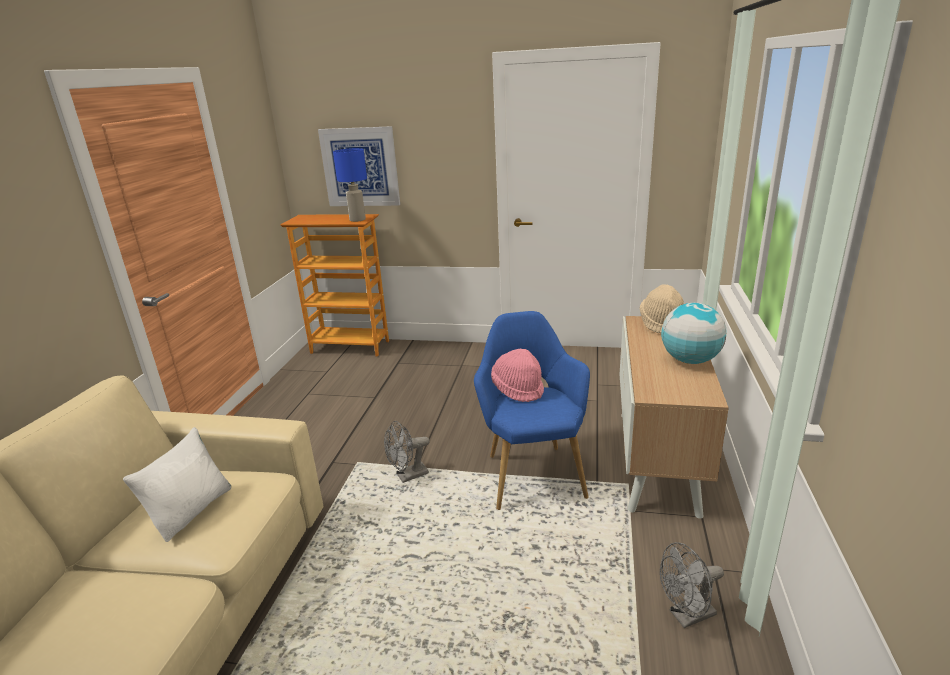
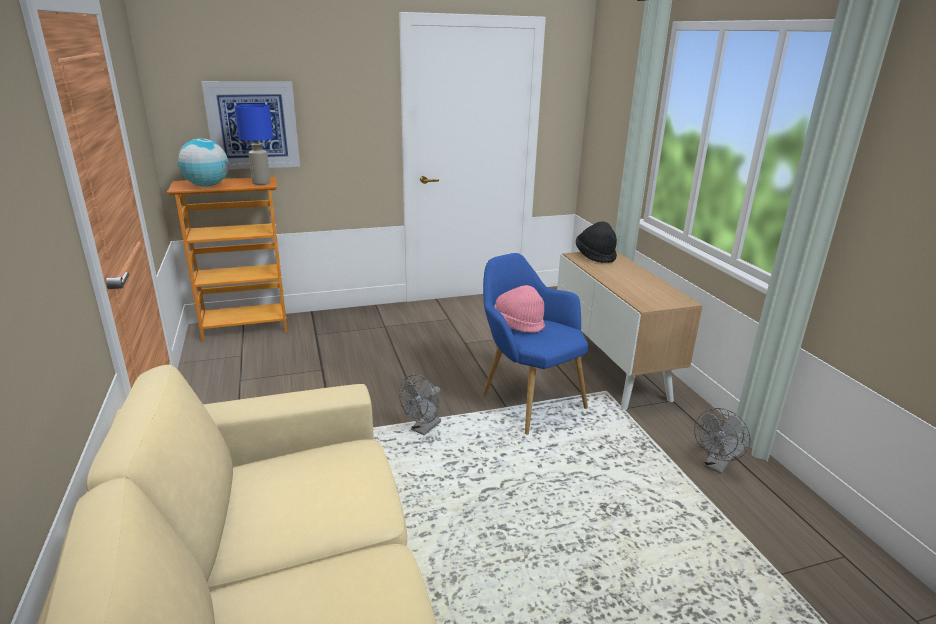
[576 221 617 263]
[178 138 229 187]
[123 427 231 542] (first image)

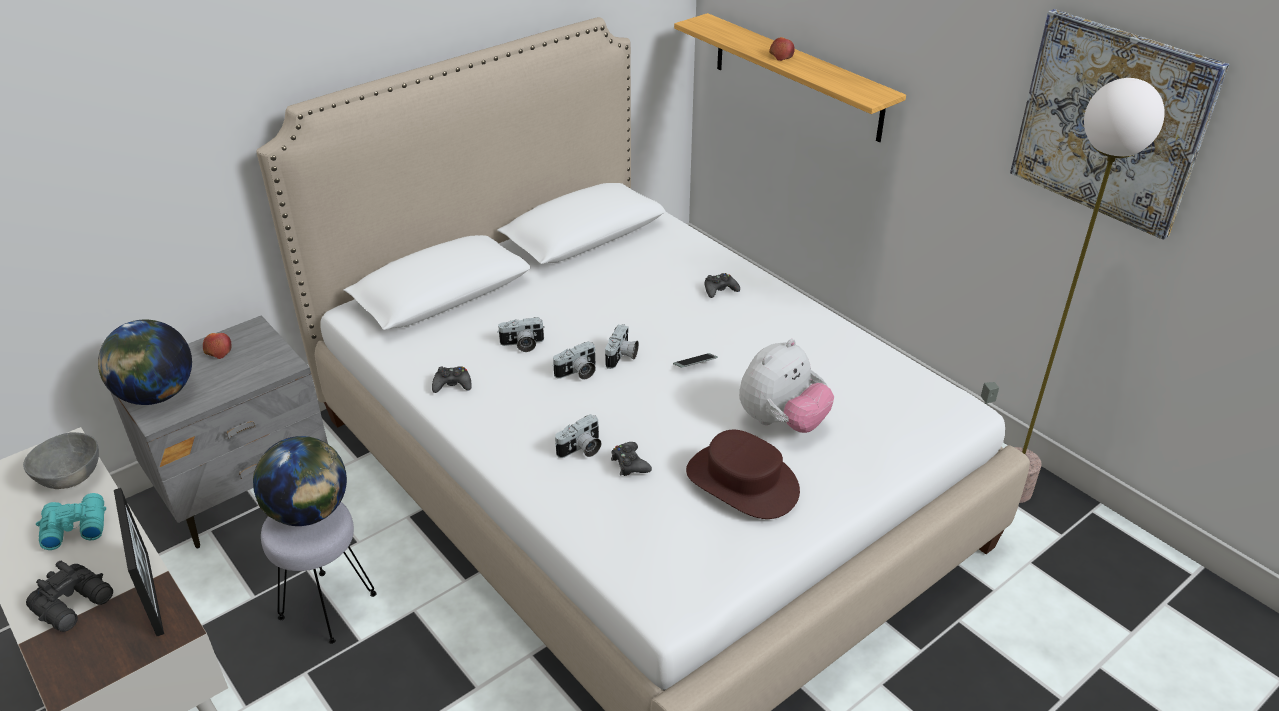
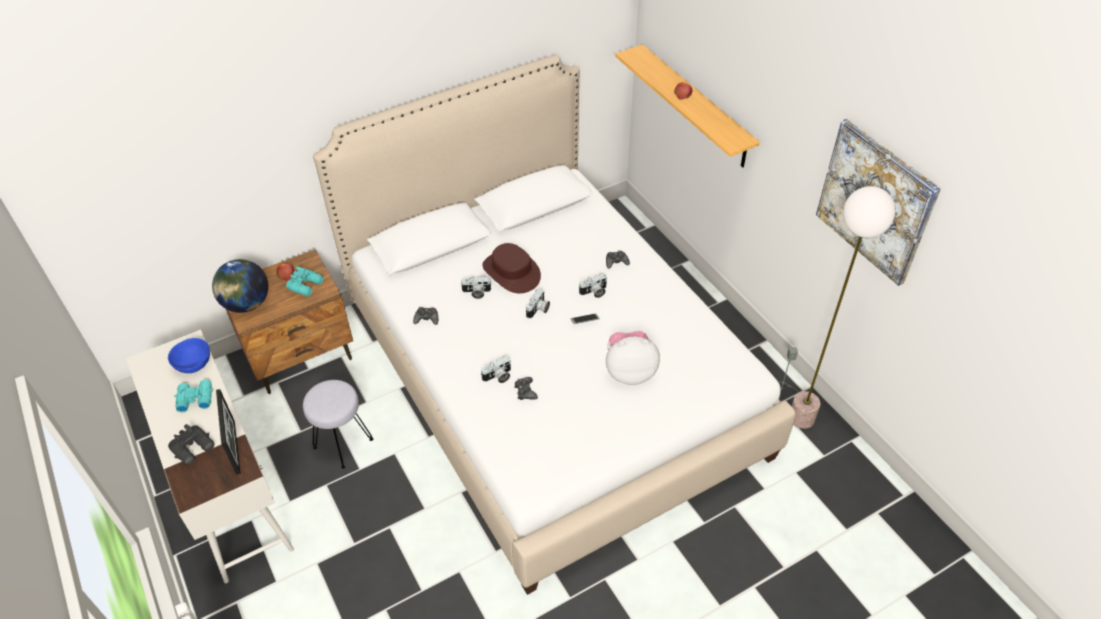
[226 249 353 394]
[606 331 660 385]
[578 273 607 298]
[482 243 541 293]
[168 338 210 373]
[253 436 347 526] (first image)
[286 266 323 297]

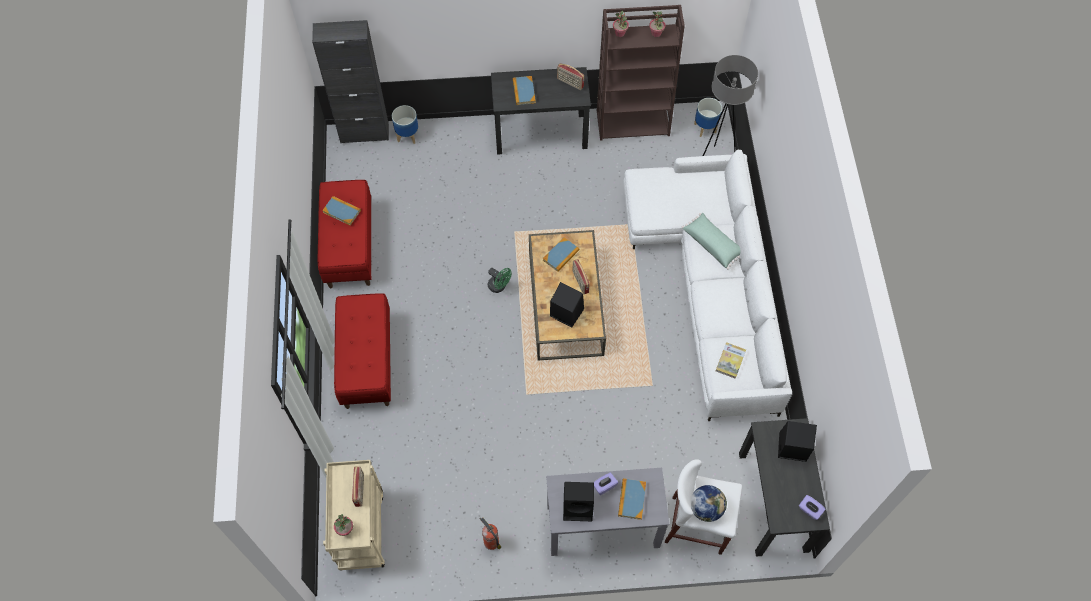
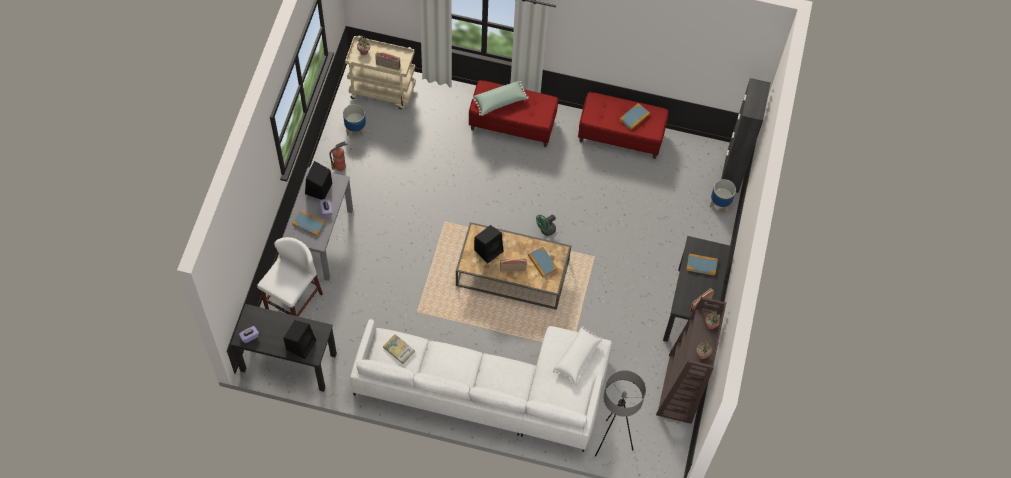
[343 104 366 136]
[472 81 529 116]
[691 485 727 522] (first image)
[553 326 602 384]

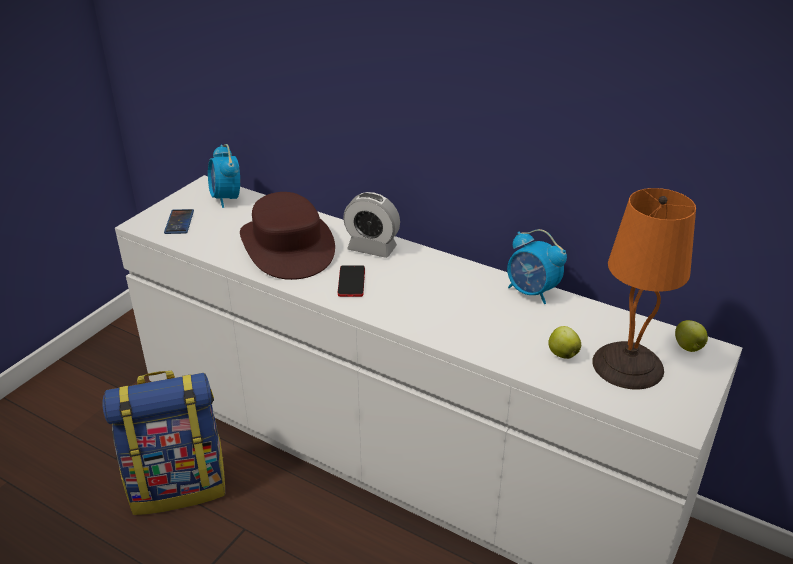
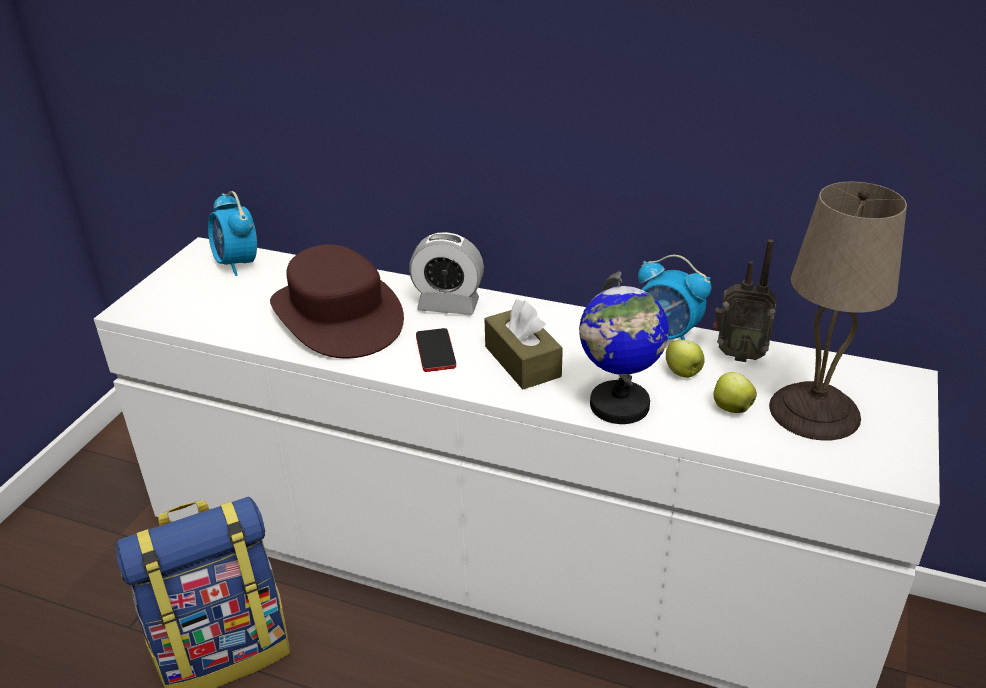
[769 182 907 441]
[164 209 194 234] (first image)
[666 340 705 378]
[713 240 777 362]
[579 272 669 424]
[485 299 563 389]

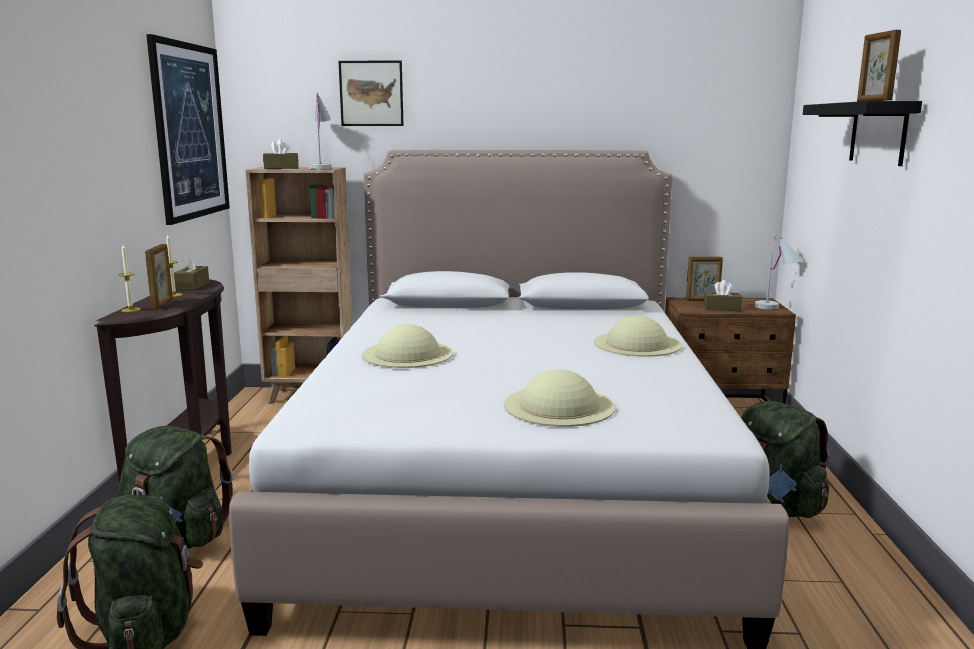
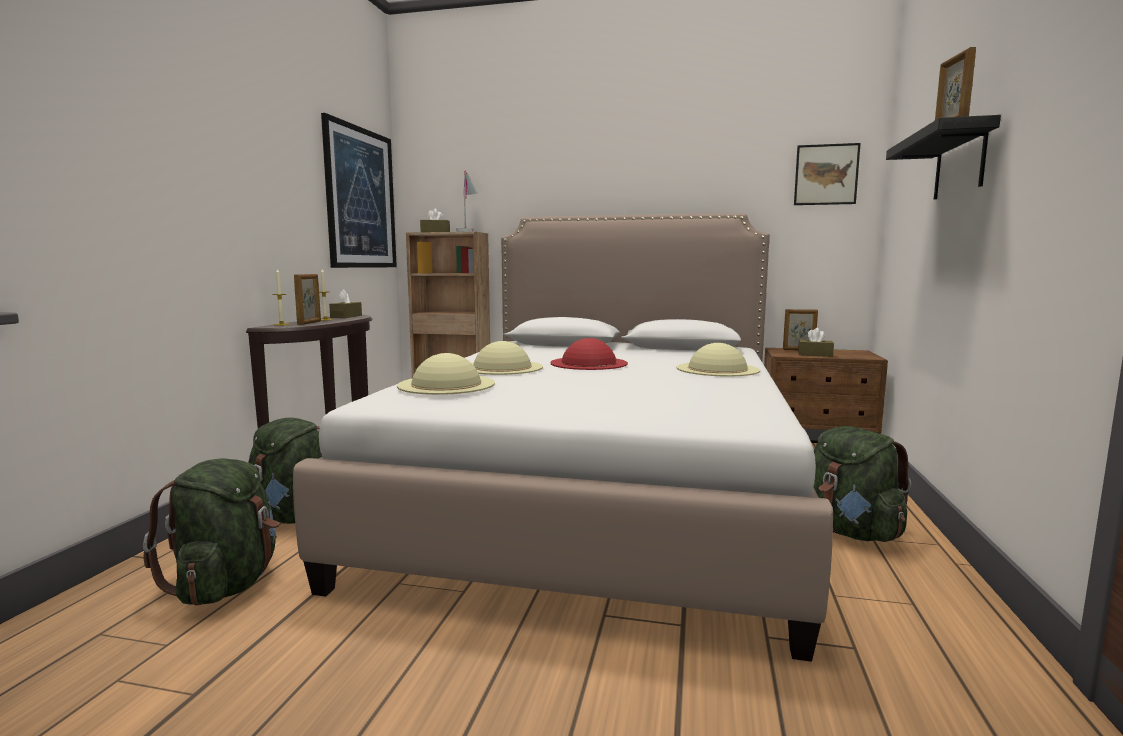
[794 143 861 205]
[755 235 803 310] (first image)
[397 353 495 395]
[550 338 628 370]

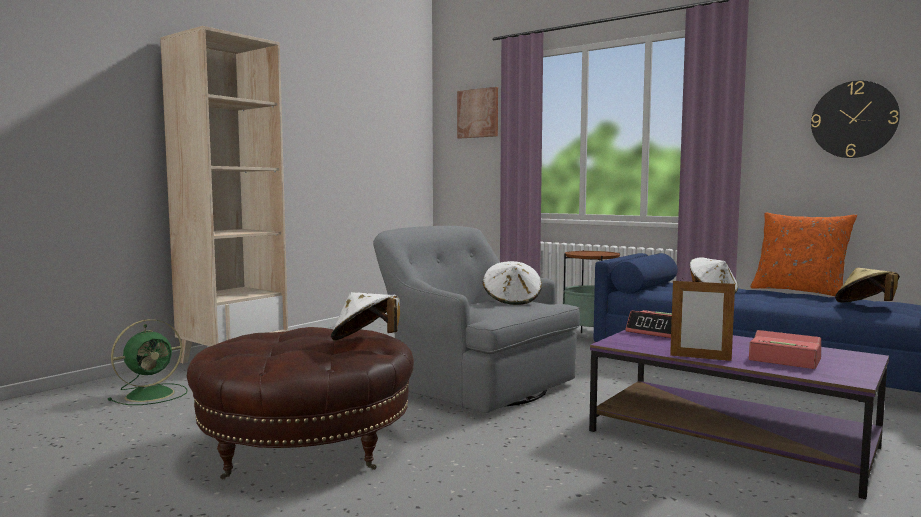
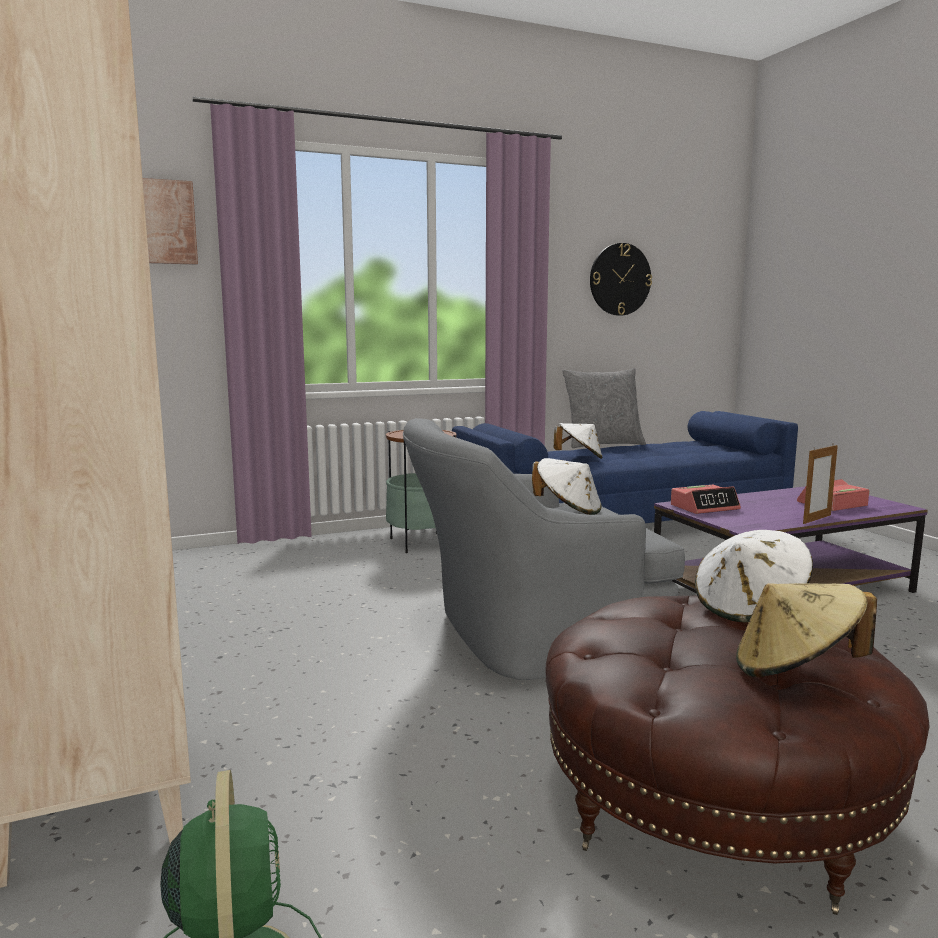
[562 368 646 448]
[736 583 877 677]

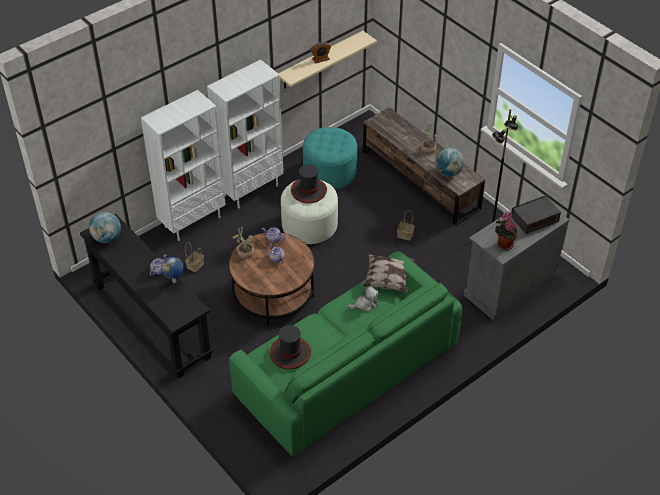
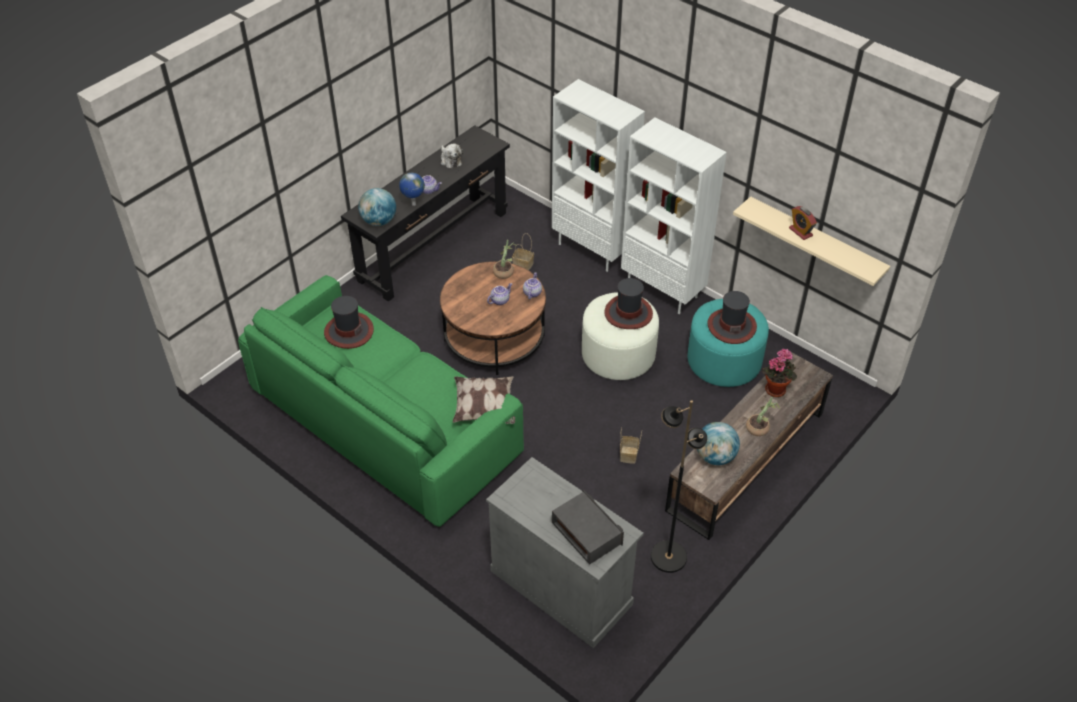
[358 188 396 226]
[762 349 797 397]
[441 144 463 169]
[707 291 757 344]

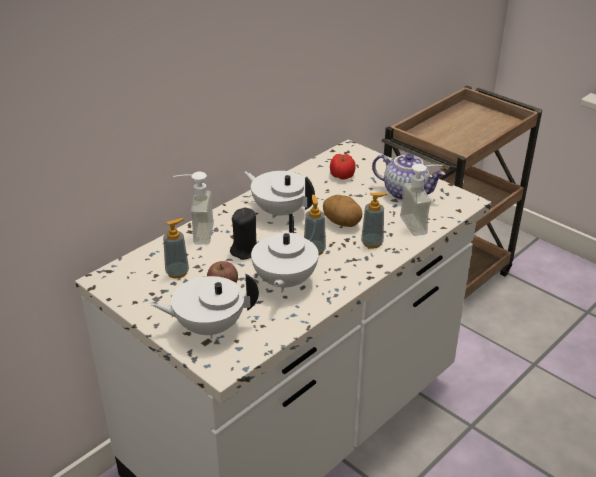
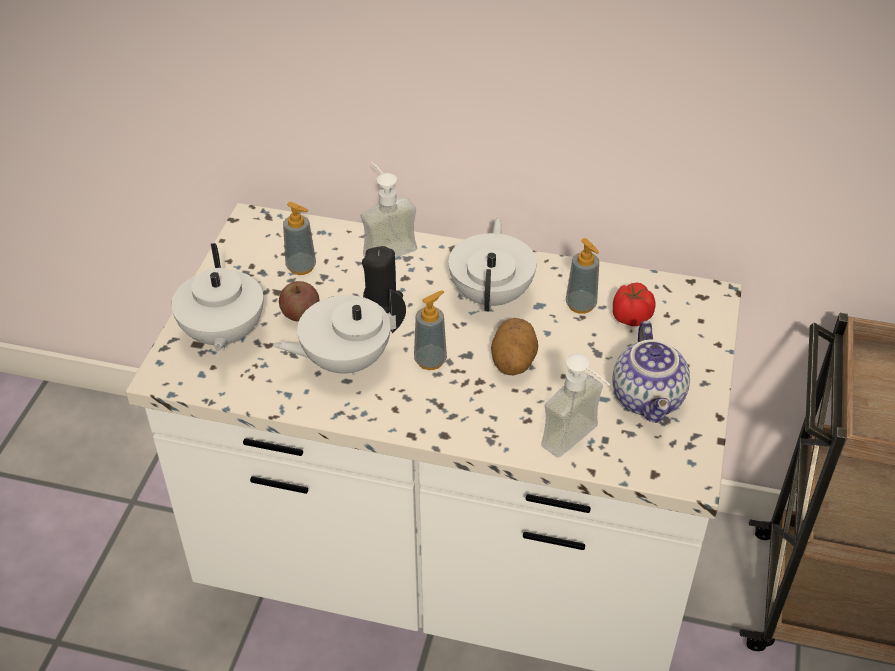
[566 238 599 314]
[171 243 263 351]

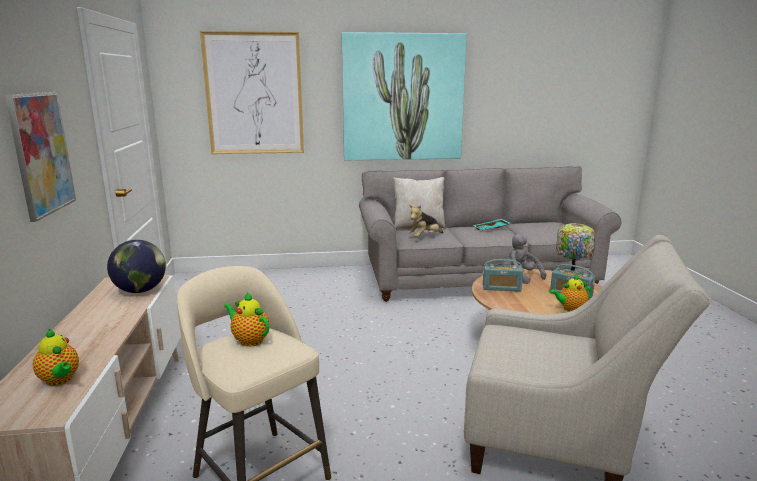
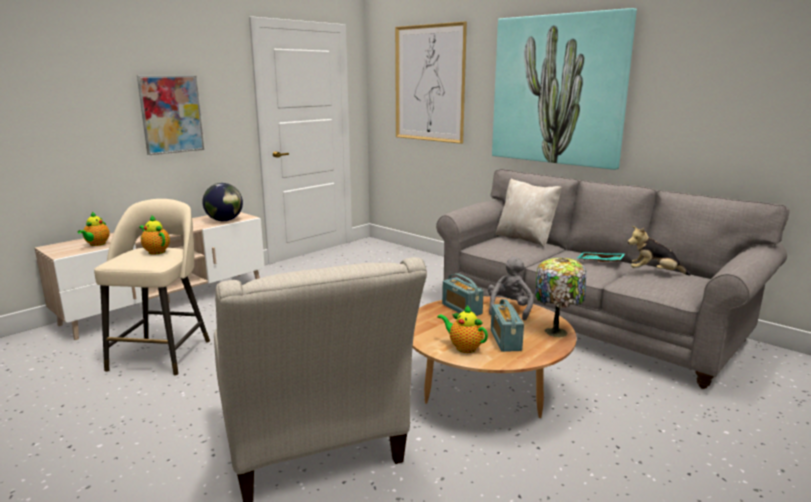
[628 226 691 276]
[139 215 170 255]

